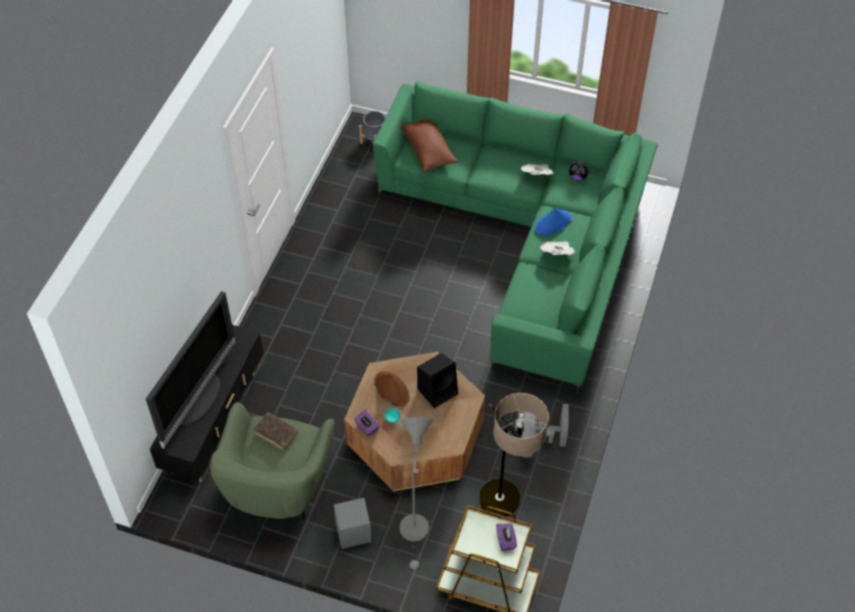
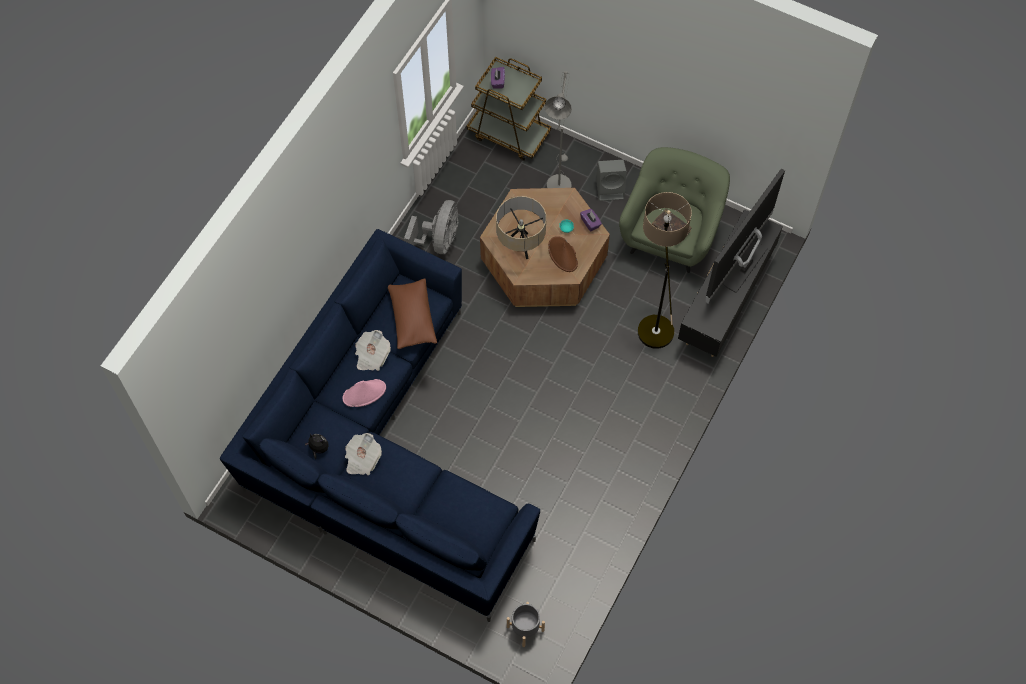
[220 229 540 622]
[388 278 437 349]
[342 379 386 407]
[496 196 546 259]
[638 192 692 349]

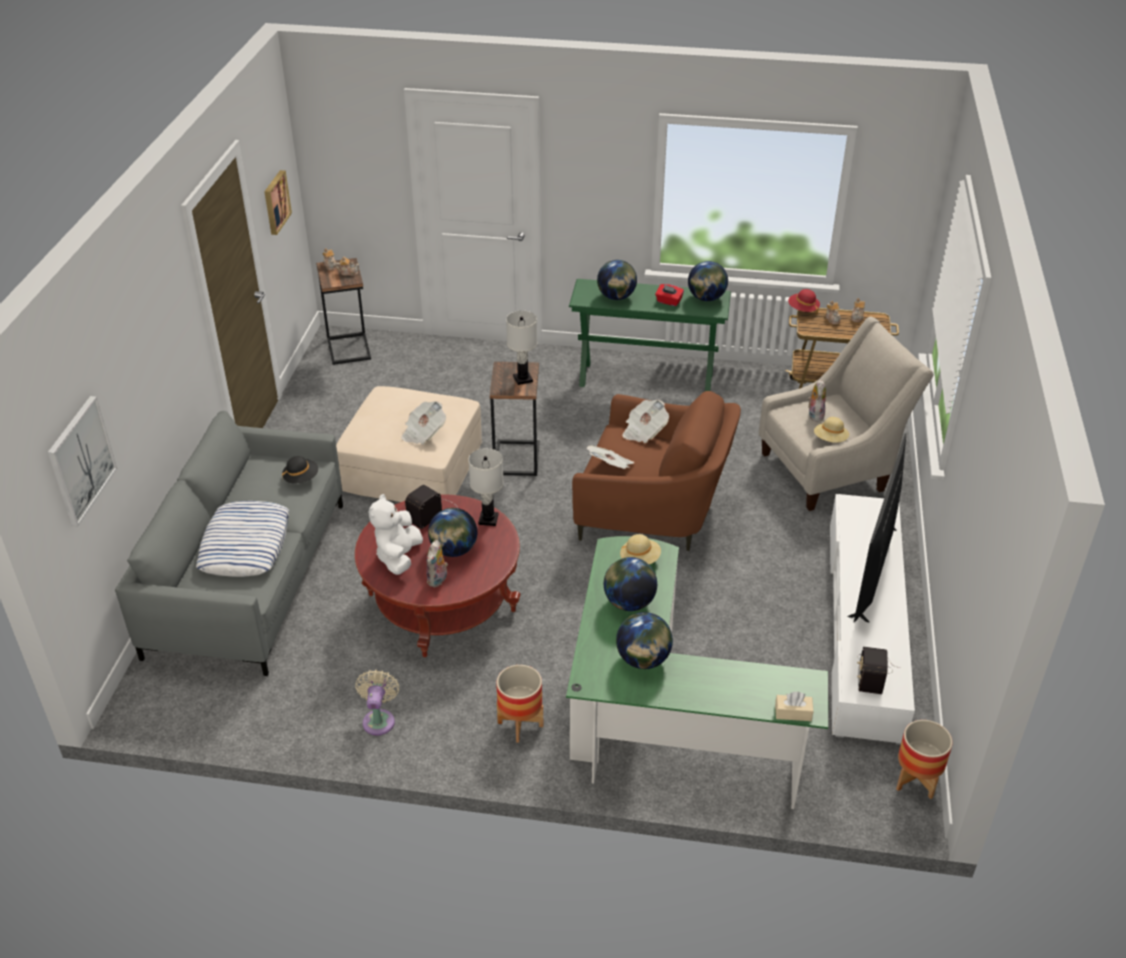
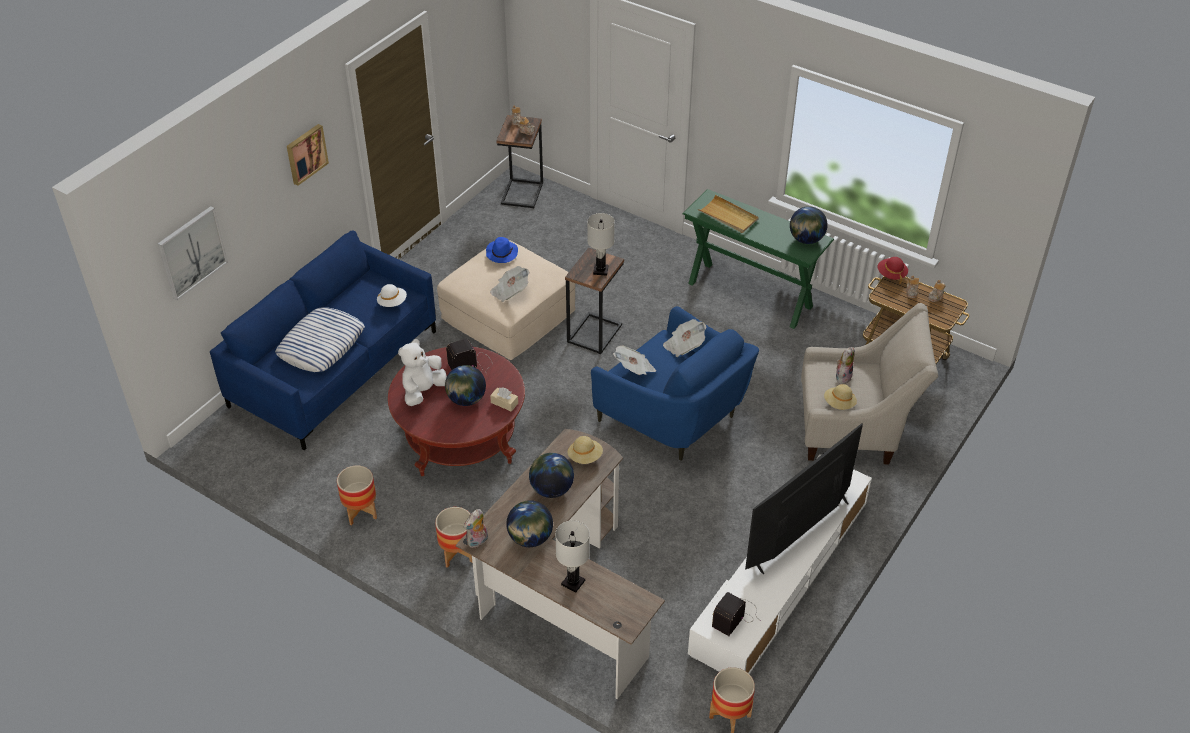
[287 124 329 186]
[698 195 759 233]
[655 284 684 306] (first image)
[591 306 759 461]
[210 231 436 450]
[555 520 590 592]
[377 284 407 307]
[456 429 665 699]
[464 509 488 548]
[337 465 377 525]
[490 388 518 412]
[486 237 518 263]

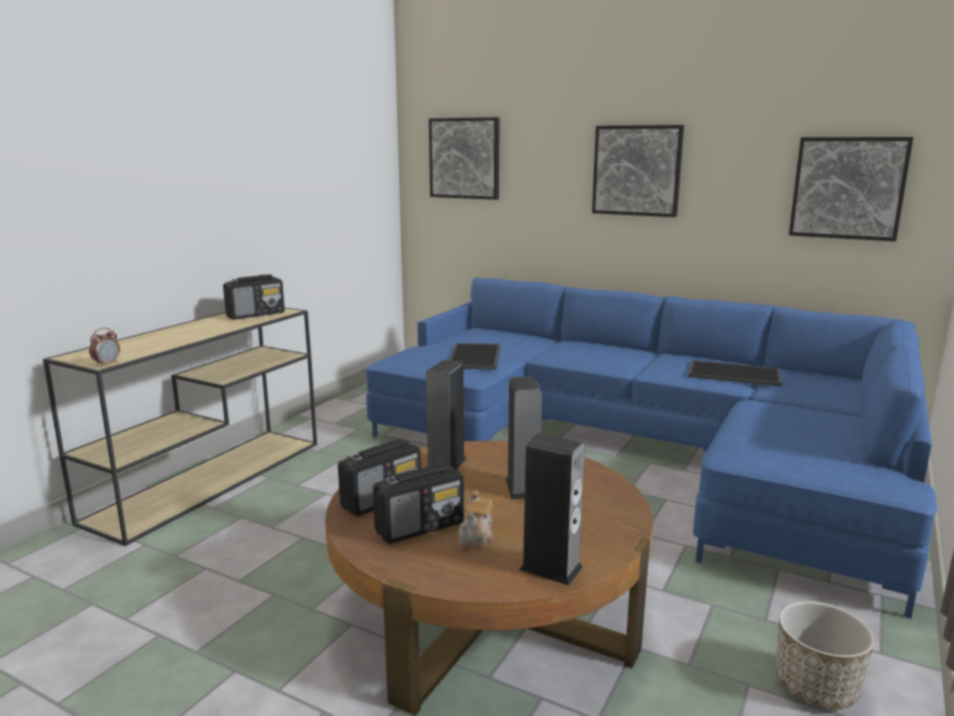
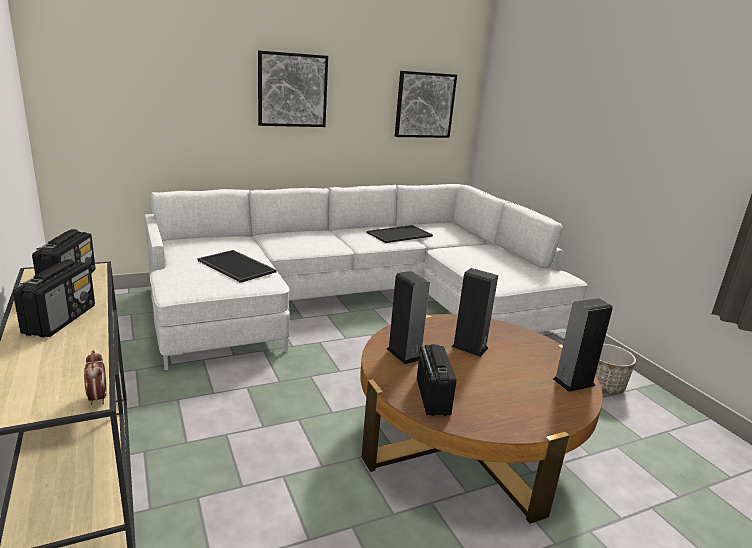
[429 117 500 200] (first image)
[145 184 588 370]
[13 259 95 338]
[458 490 494 549] (first image)

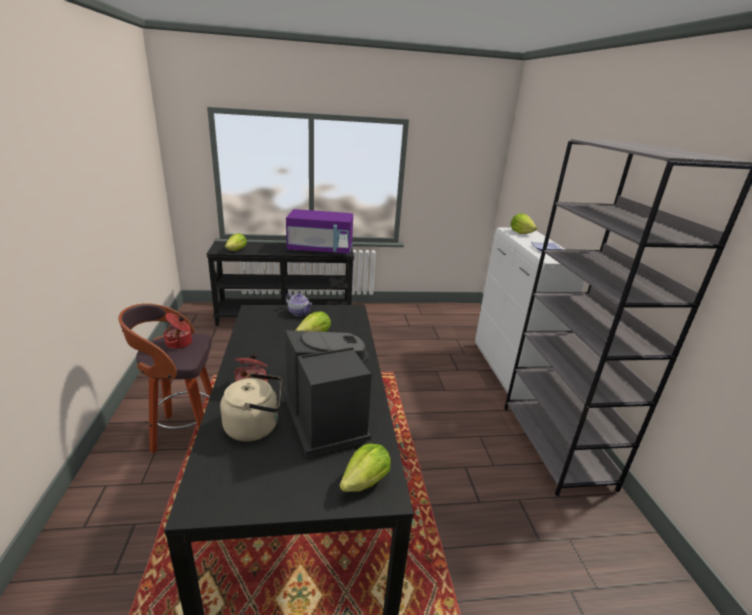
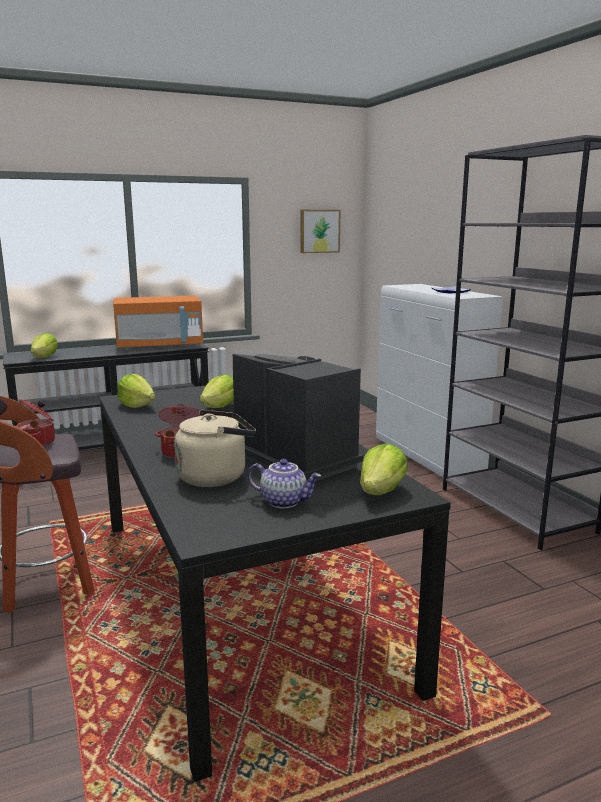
[113 296 203 350]
[117 374 155 408]
[248 459 321 508]
[300 210 341 253]

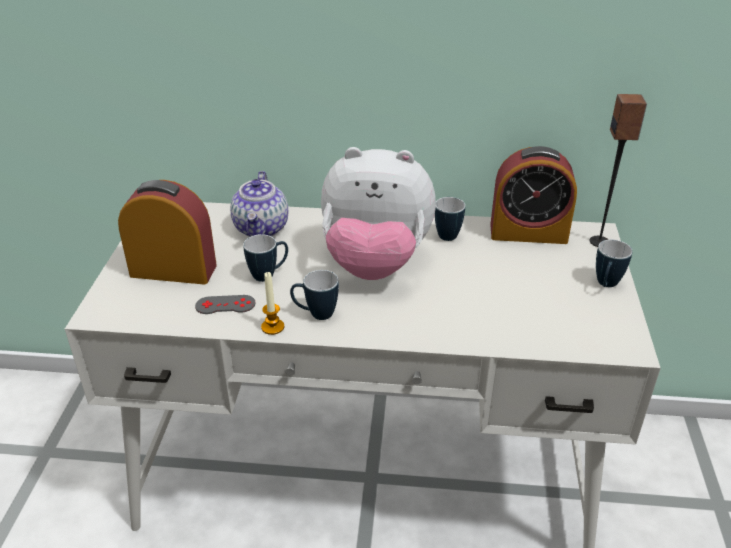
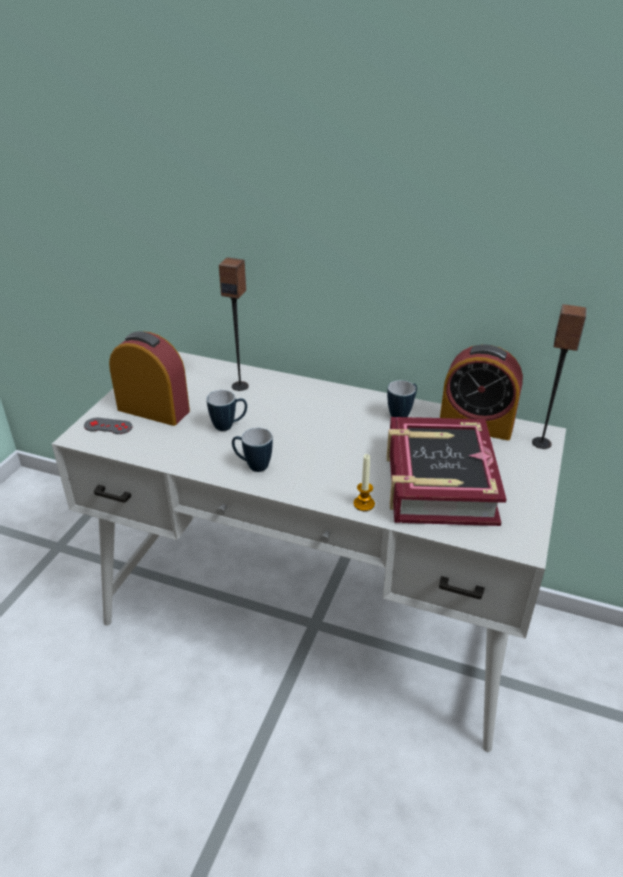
[321 147 436 280] (first image)
[219 257 249 391]
[596 240 632 287] (first image)
[354 454 375 511]
[84 418 132 434]
[387 417 507 526]

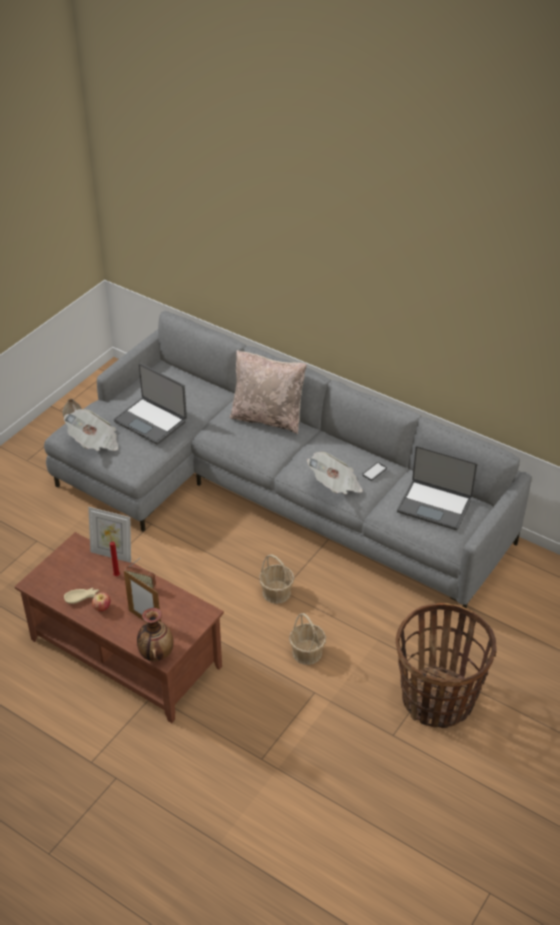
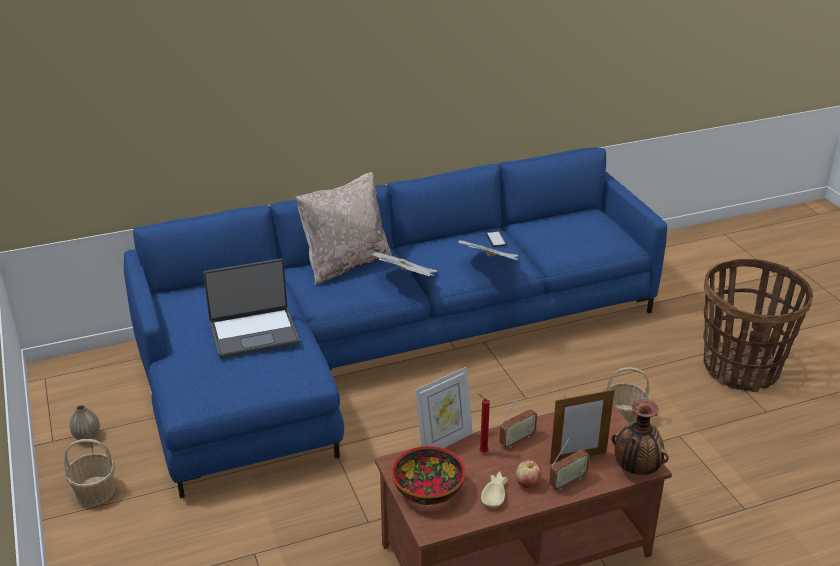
[124 148 667 498]
[372 252 437 277]
[397 445 477 530] (first image)
[64 439 115 506]
[549 438 590 490]
[392 446 465 505]

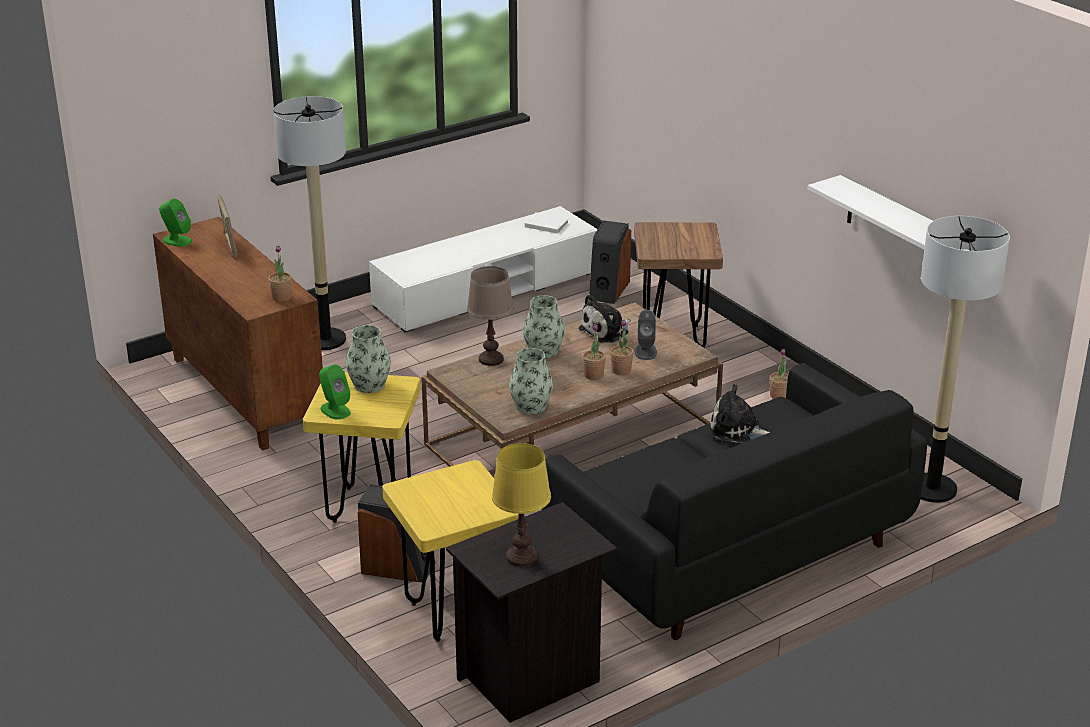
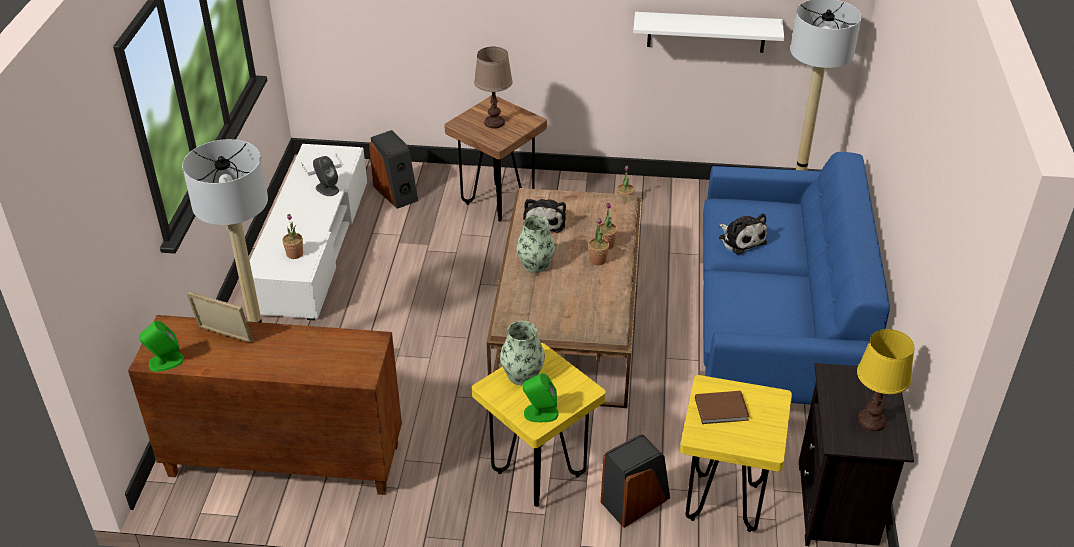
[282 214 303 259]
[474 47 513 129]
[313 156 339 196]
[509 348 553 415] (first image)
[703 152 890 405]
[719 213 767 255]
[695 391 750 424]

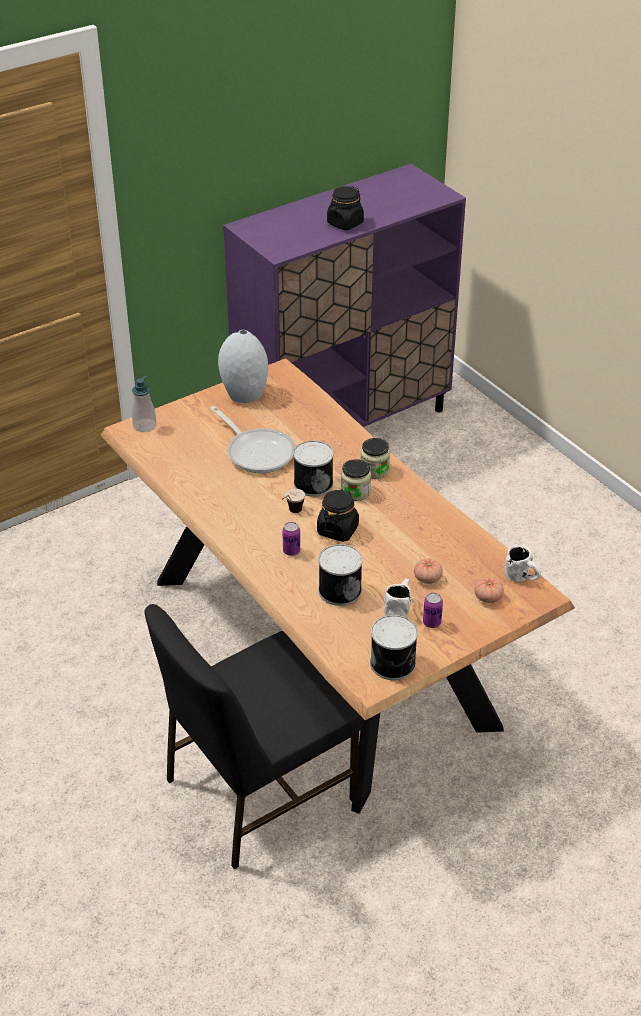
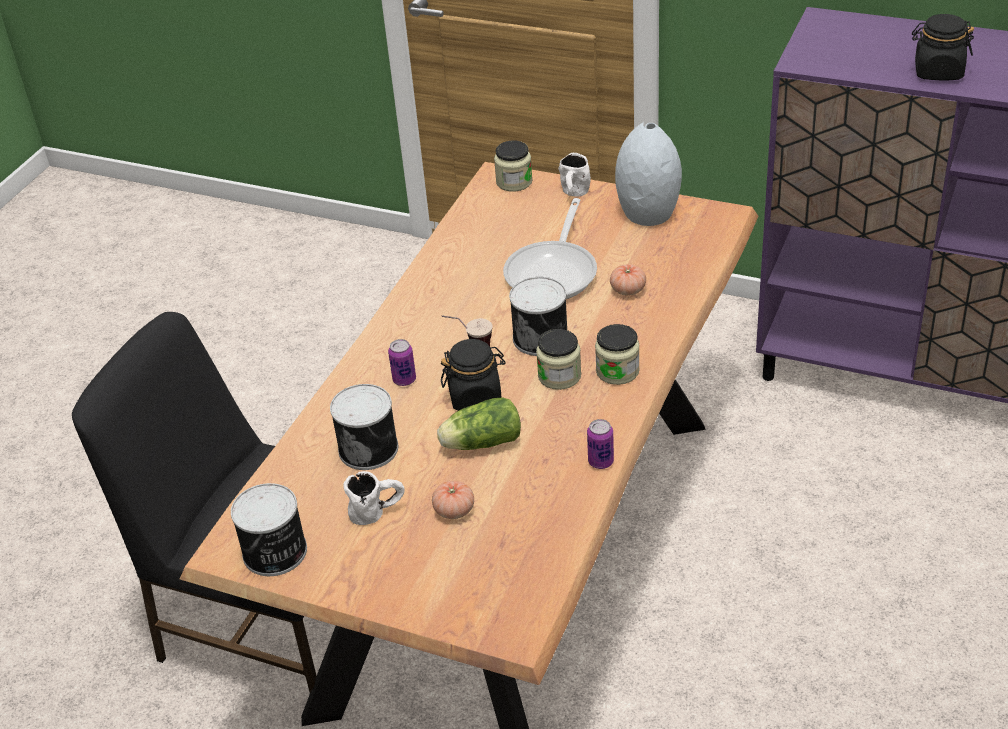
[494 140 533 192]
[559 153 591 196]
[610 264 646 296]
[587 419 614 469]
[437 397 521 450]

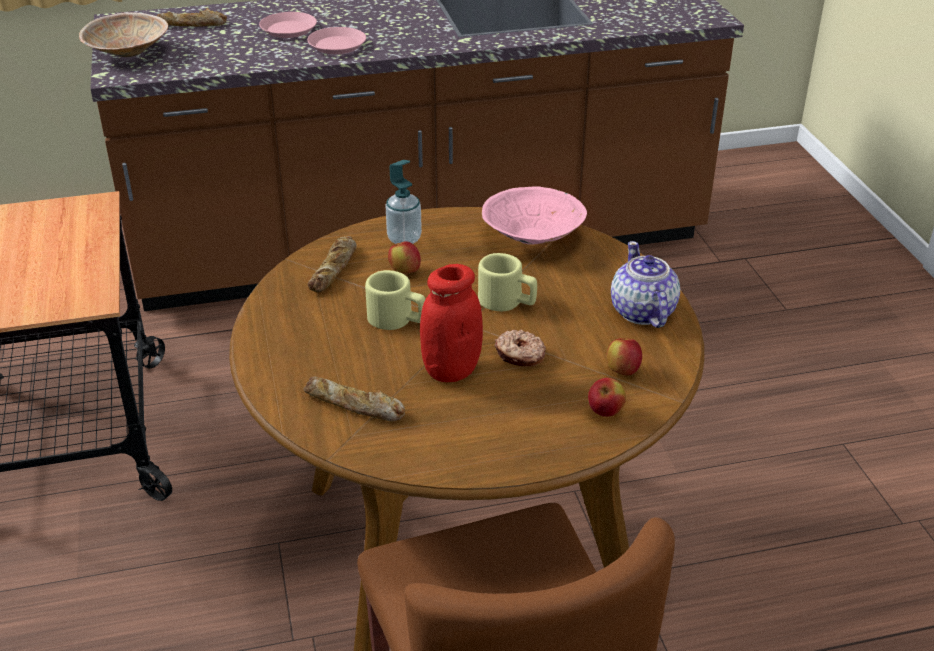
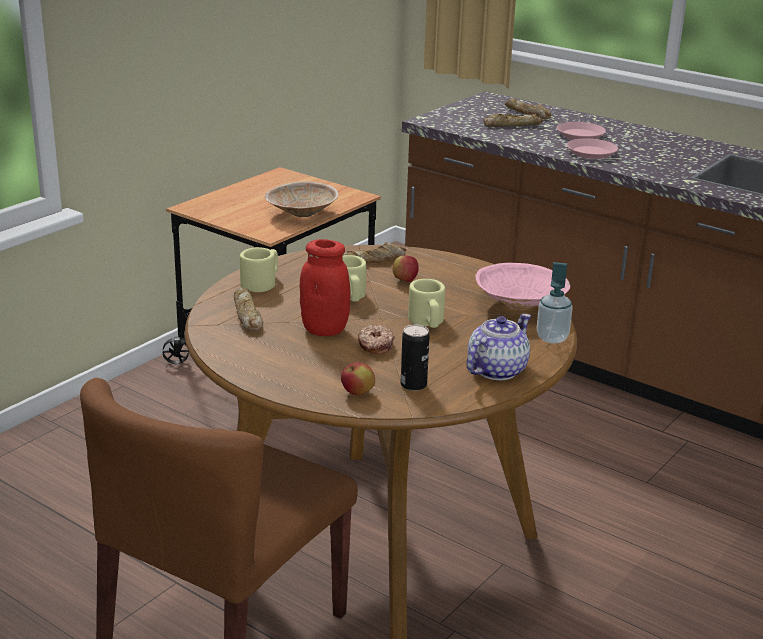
[265 181 339 217]
[537 262 573 344]
[400 325 430 391]
[483 114 543 127]
[240 247 278 292]

